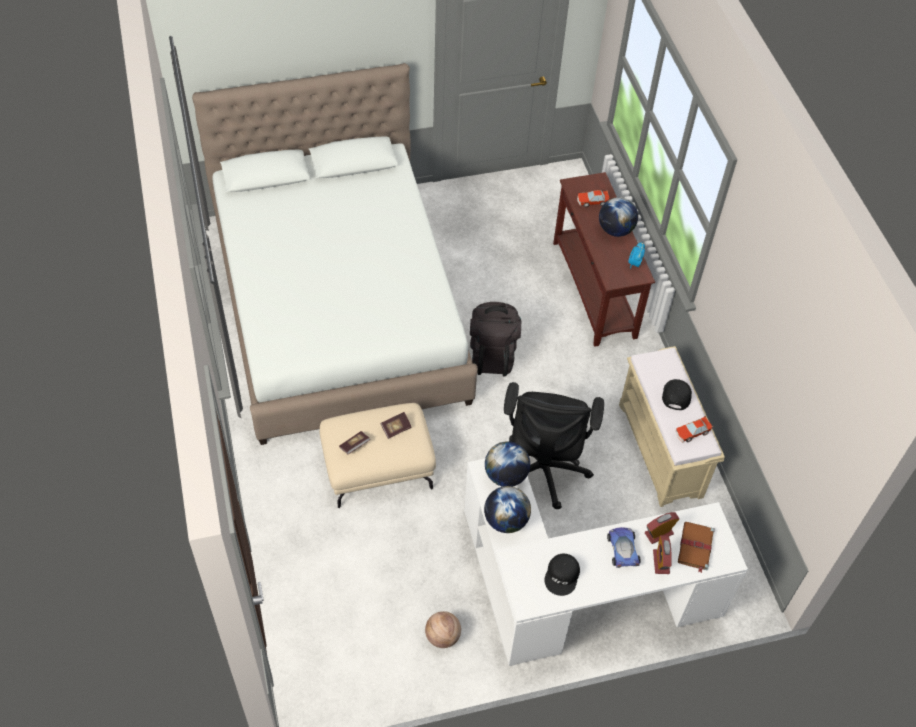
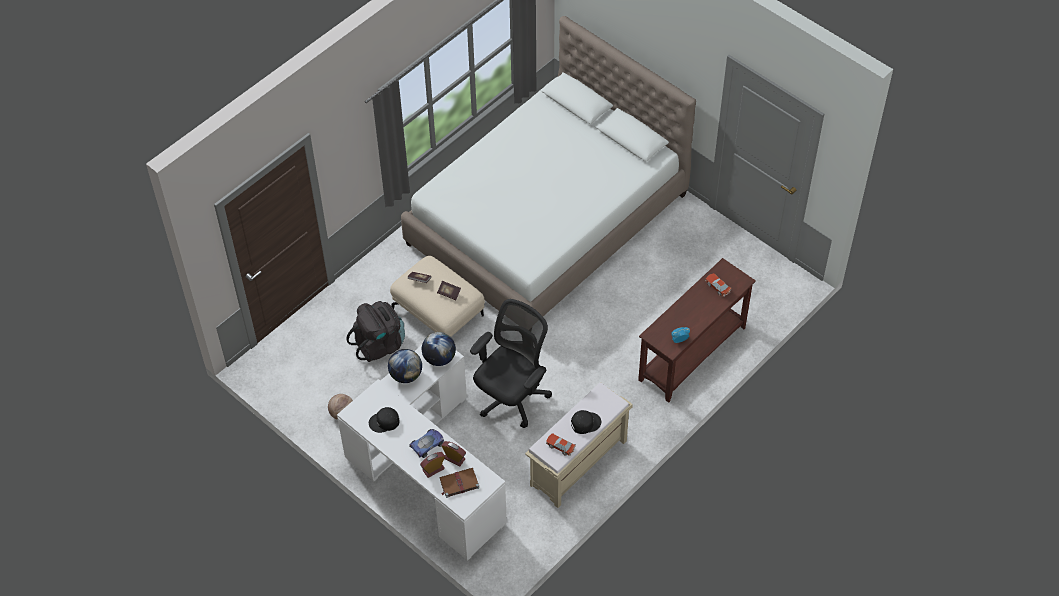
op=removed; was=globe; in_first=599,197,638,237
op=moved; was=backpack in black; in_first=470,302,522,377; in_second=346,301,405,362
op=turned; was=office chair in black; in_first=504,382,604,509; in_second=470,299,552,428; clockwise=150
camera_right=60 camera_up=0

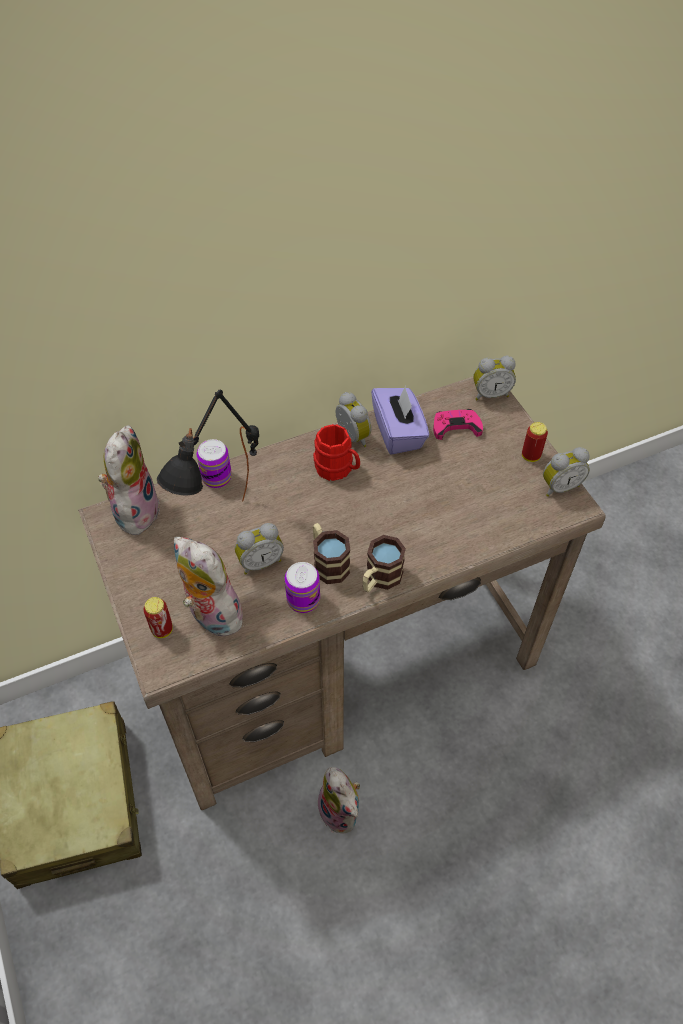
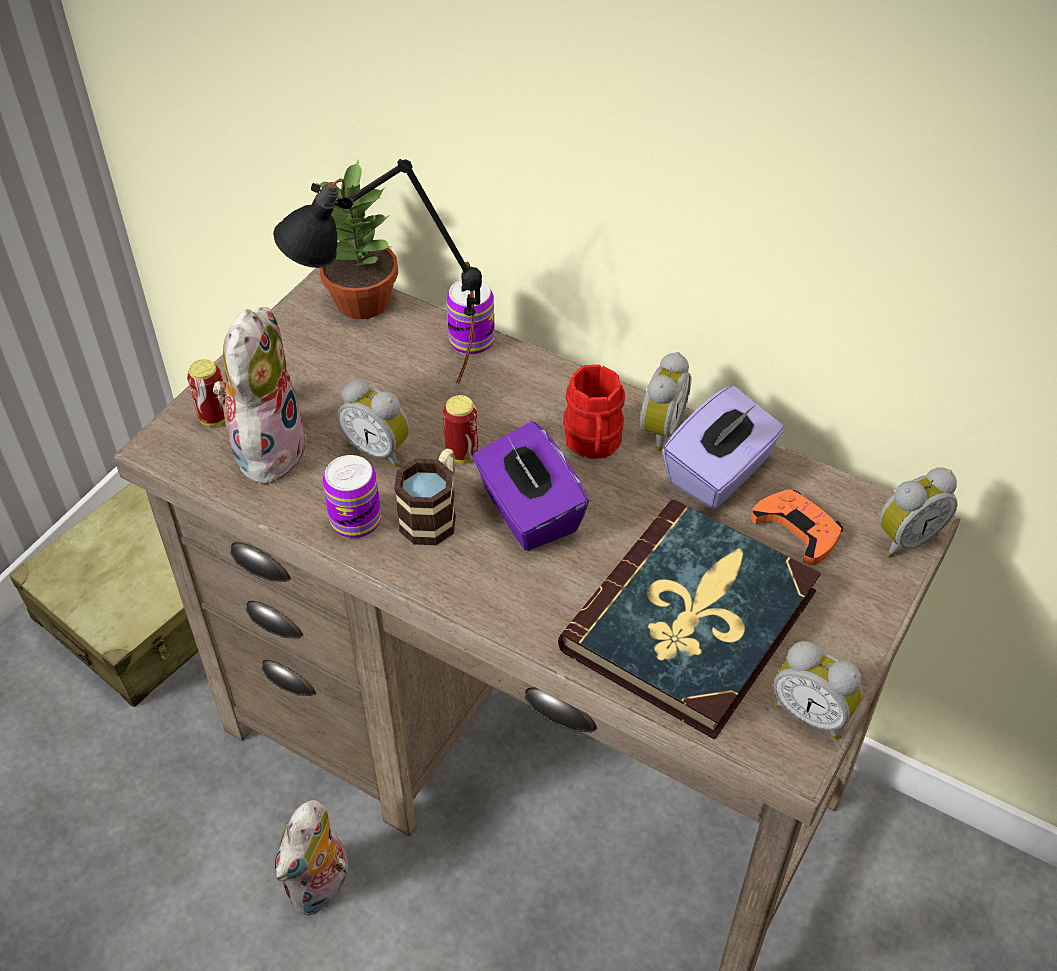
op=removed; was=mug; in_first=362,535,406,592
op=added; now=tissue box in purple; in_second=473,421,589,551
op=added; now=book; in_second=558,500,821,739
op=moved; was=can; in_first=522,422,548,462; in_second=443,395,478,463
op=replaced; was=plush toy; now=potted plant; in_first=98,425,160,536; in_second=316,159,398,319
op=recoloured; was=game controller in pink; now=game controller in orange; in_first=433,409,483,440; in_second=751,489,843,565
op=turned; was=alarm clock; in_first=473,356,516,400; in_second=879,467,957,557; clockwise=-75
camera_right=55 camera_up=-5

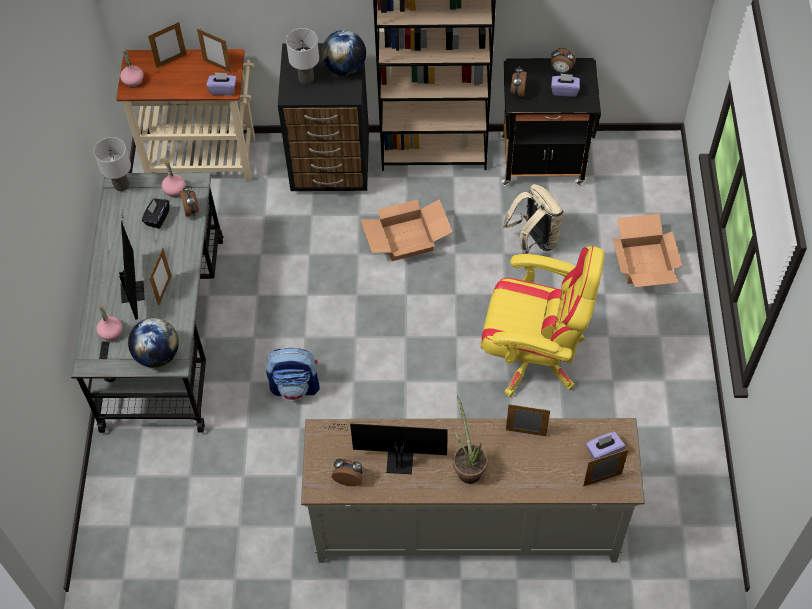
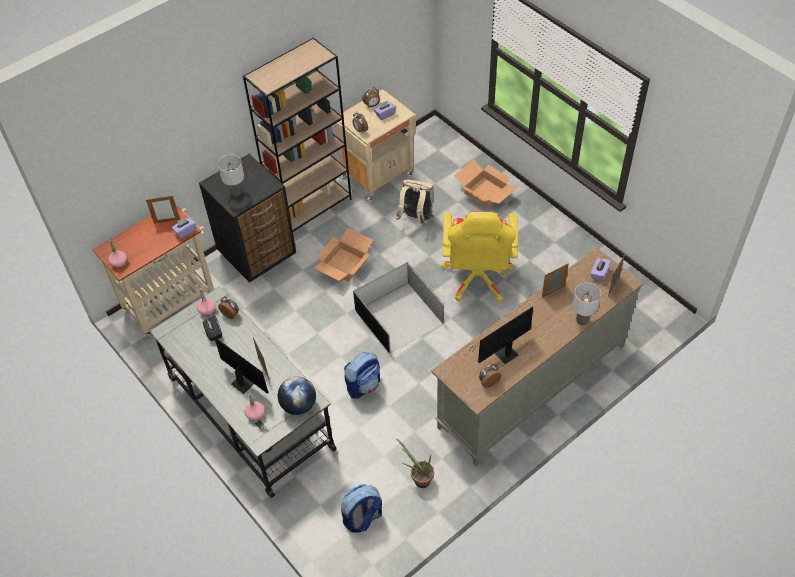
op=removed; was=picture frame; in_first=148,22,186,68
op=removed; was=globe; in_first=322,30,366,76
op=added; now=backpack; in_second=341,484,382,532
op=added; now=storage box in black; in_second=353,262,444,354
op=moved; was=table lamp in white; in_first=94,137,131,191; in_second=572,282,601,325
op=moved; was=potted plant; in_first=453,395,488,484; in_second=397,439,434,488
op=recoloured; was=cart in black; now=cart in beige; in_first=499,58,601,186; in_second=334,89,416,202
op=turned; was=office chair in yellow; in_first=480,246,604,397; in_second=441,211,518,302; clockwise=120
camera_right=-40 camera_up=-5

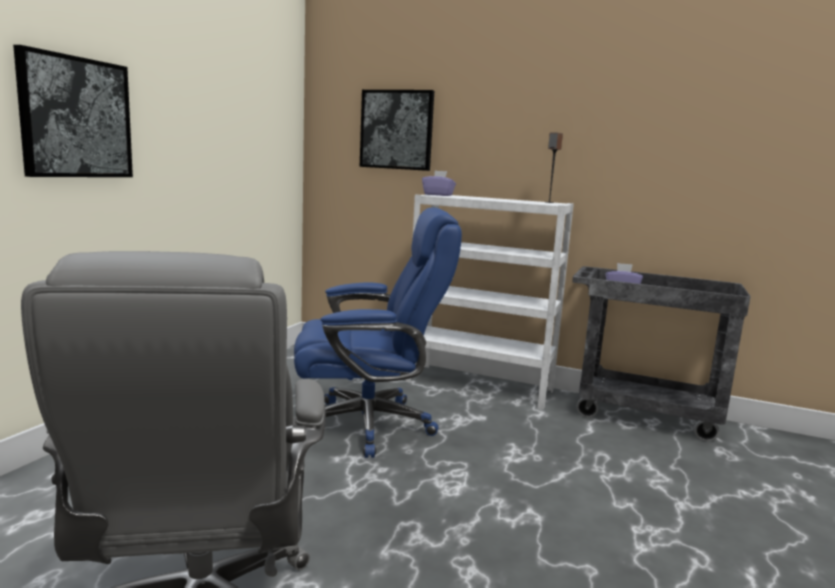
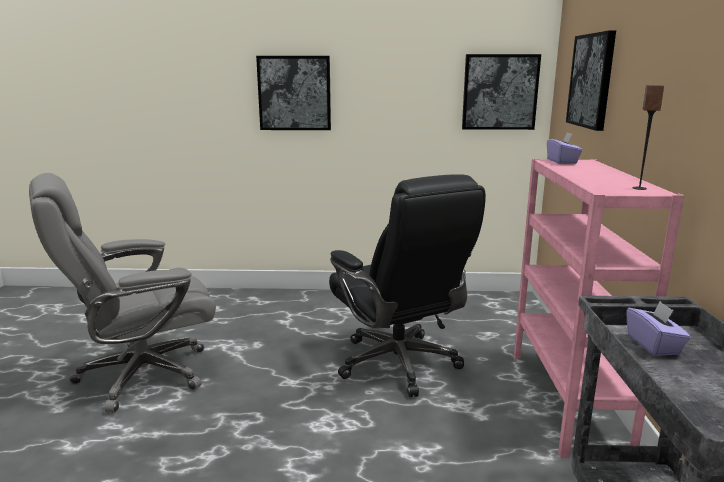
op=added; now=picture; in_second=462,54,541,130
op=recoloured; was=office chair in blue; now=office chair in black; in_first=294,207,462,458; in_second=329,174,486,397
op=recoloured; was=bookcase in white; now=bookcase in pink; in_first=405,194,574,409; in_second=514,159,684,458
camera_right=70 camera_up=5

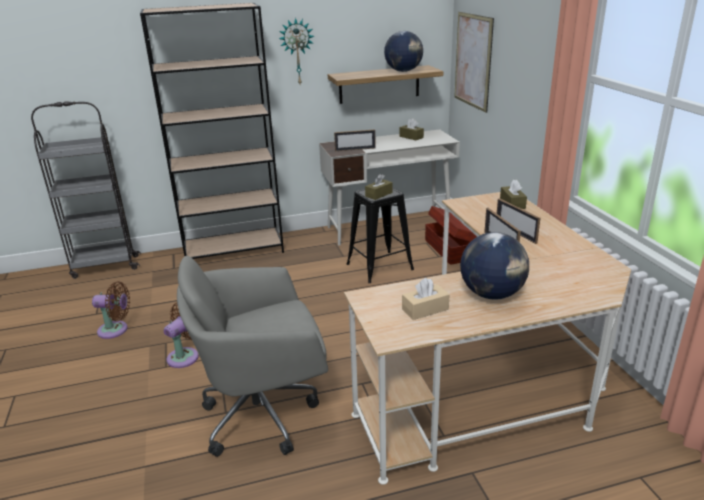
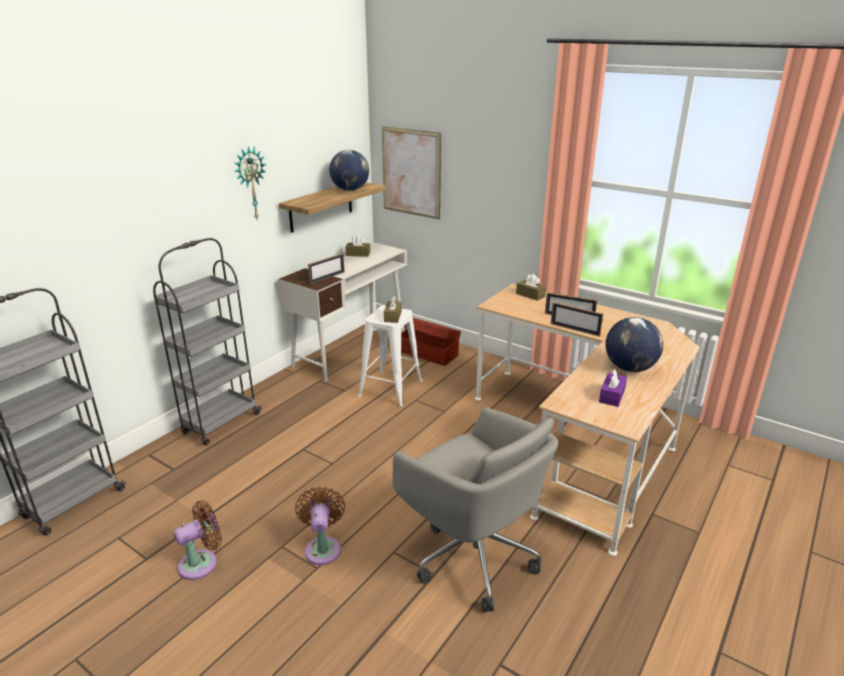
op=replaced; was=bookcase in beige; now=cart in grey; in_first=140,3,284,259; in_second=153,238,262,446
op=recoloured; was=stool in black; now=stool in white; in_first=347,188,414,283; in_second=358,306,423,407
op=recoloured; was=tissue box in beige; now=tissue box in purple; in_first=402,278,450,320; in_second=599,369,627,407
op=turned; was=office chair in grey; in_first=177,256,328,457; in_second=392,407,558,612; clockwise=-75
camera_right=-40 camera_up=0

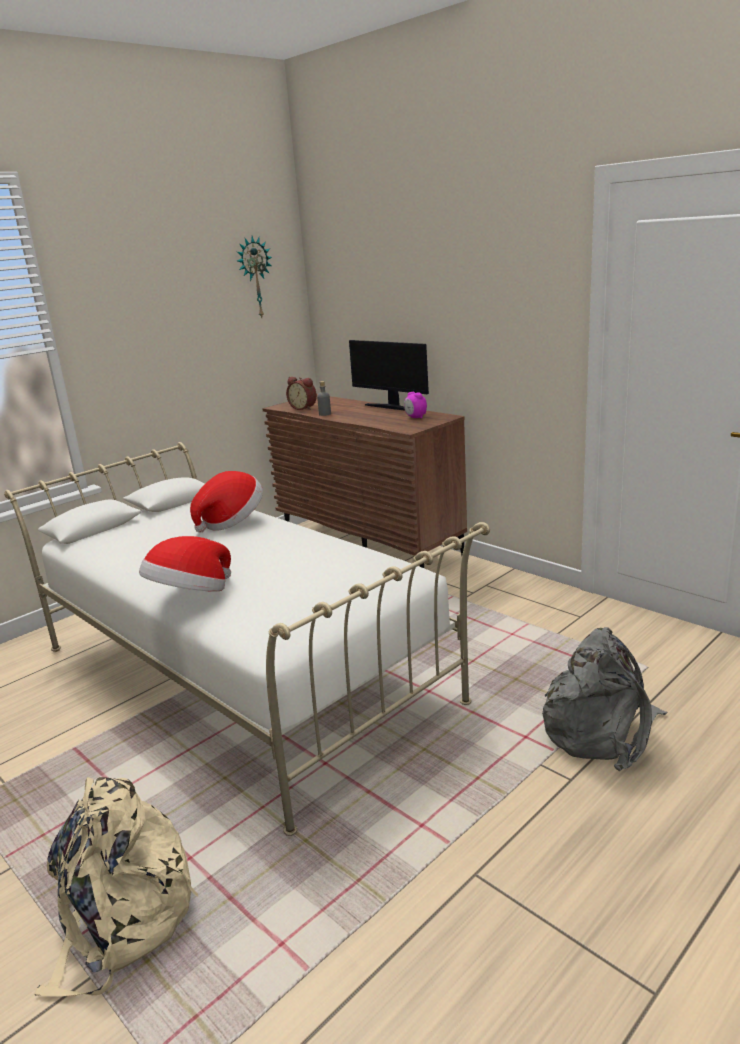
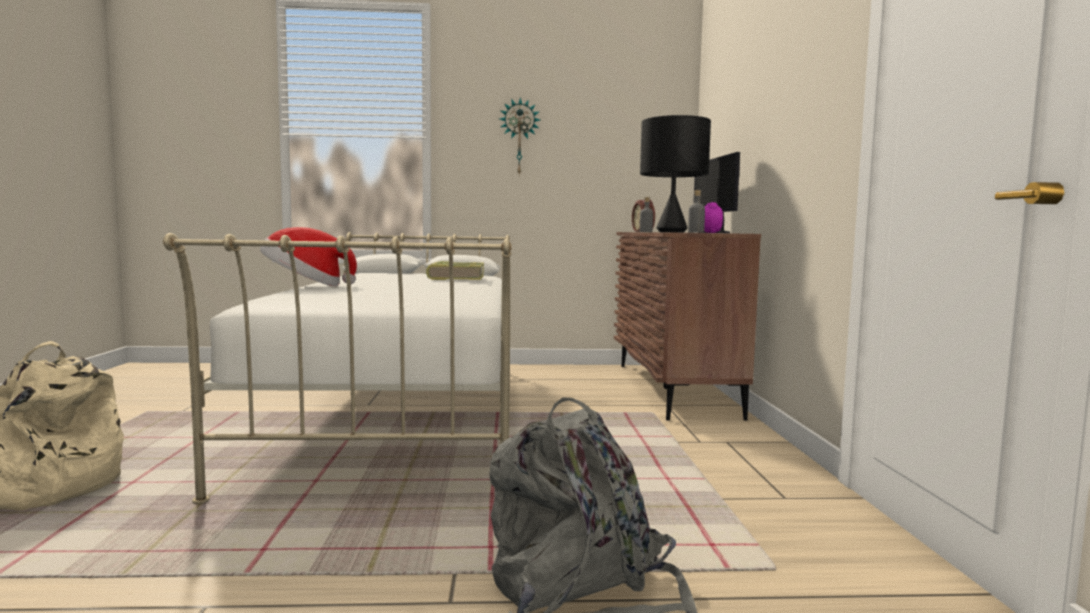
op=added; now=table lamp in black; in_second=640,115,711,233
op=added; now=bottle in grey; in_second=688,190,705,233
op=moved; was=wall clock; in_first=237,236,272,317; in_second=499,97,540,175
op=replaced; was=hat; now=book; in_first=190,471,263,533; in_second=426,261,484,280
camera_right=40 camera_up=-15

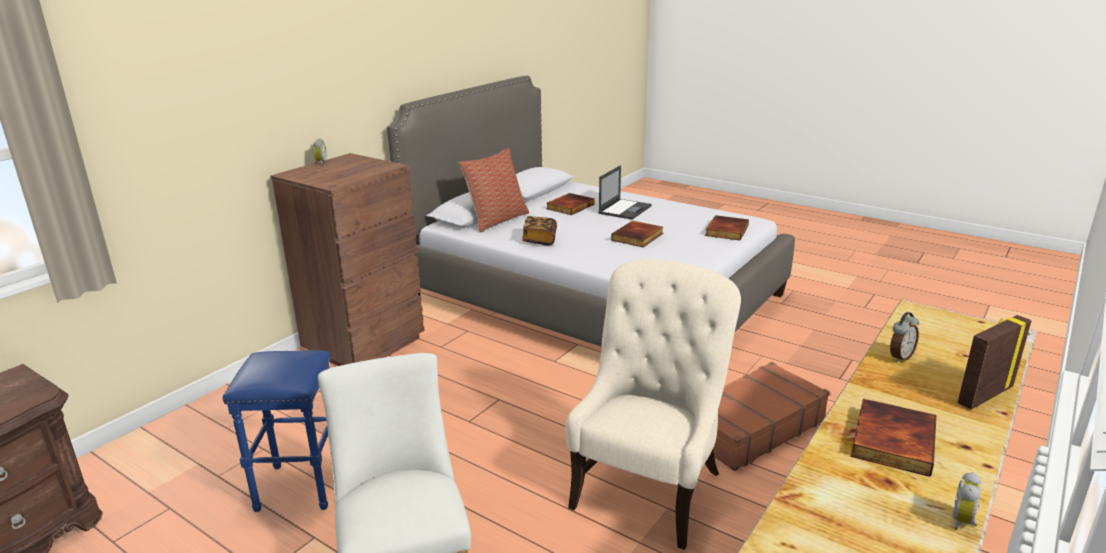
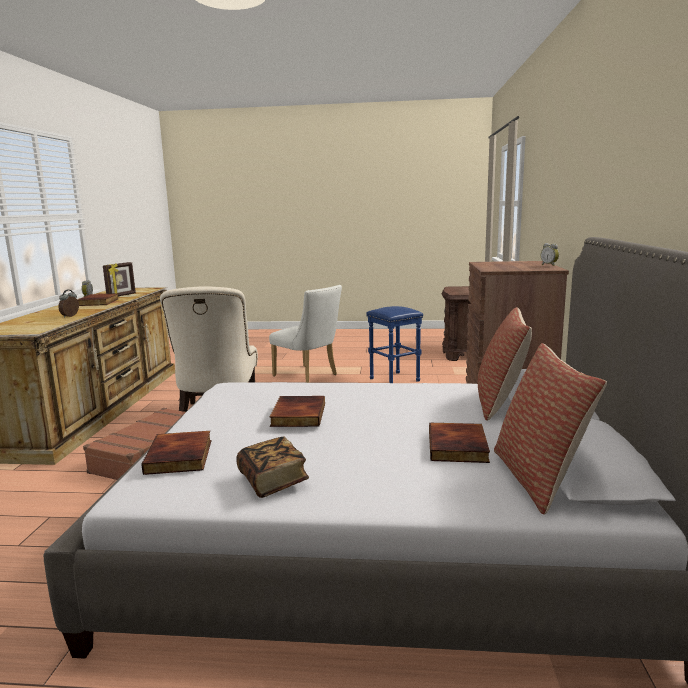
op=removed; was=laptop; in_first=598,165,652,220
op=added; now=pillow; in_second=494,343,607,515
op=moved; was=book; in_first=522,216,557,245; in_second=236,436,309,498
op=moved; was=picture frame; in_first=958,315,1032,410; in_second=103,262,136,296
camera_right=150 camera_up=-10

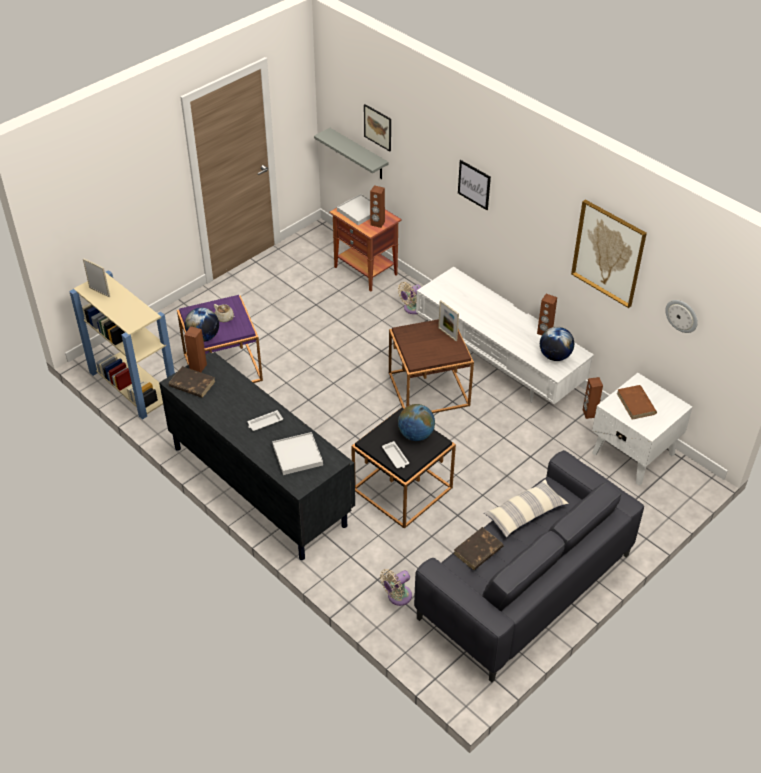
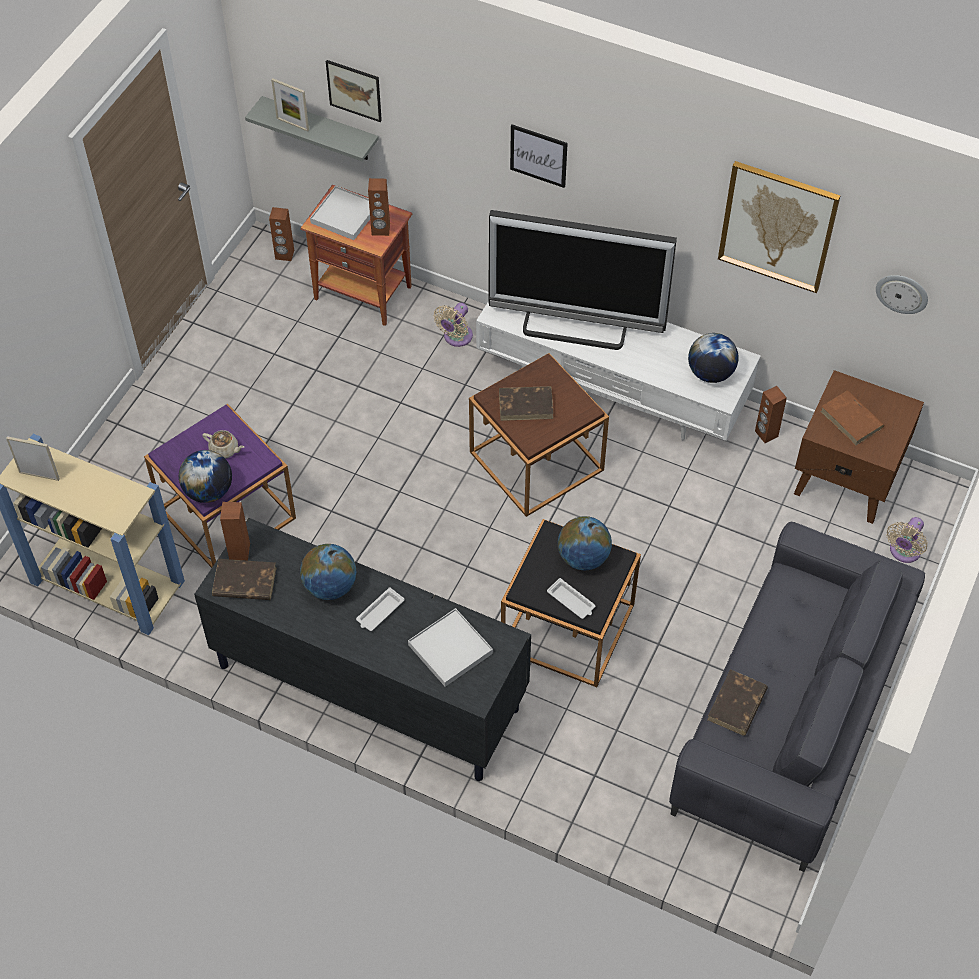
op=removed; was=pillow; in_first=484,479,569,538
op=added; now=globe; in_second=300,544,356,600
op=added; now=television; in_second=488,210,677,350
op=added; now=book in brown; in_second=499,386,554,421
op=moved; was=fan in beige; in_first=380,569,412,606; in_second=886,517,928,563
op=moved; was=picture frame; in_first=438,300,459,341; in_second=271,78,309,131
op=moved; was=speaker in brown; in_first=537,294,557,335; in_second=269,207,294,261
op=recoloured; was=nightstand in white; now=nightstand in brown; in_first=592,373,693,486; in_second=794,370,924,524
camera_right=-20 camera_up=10

